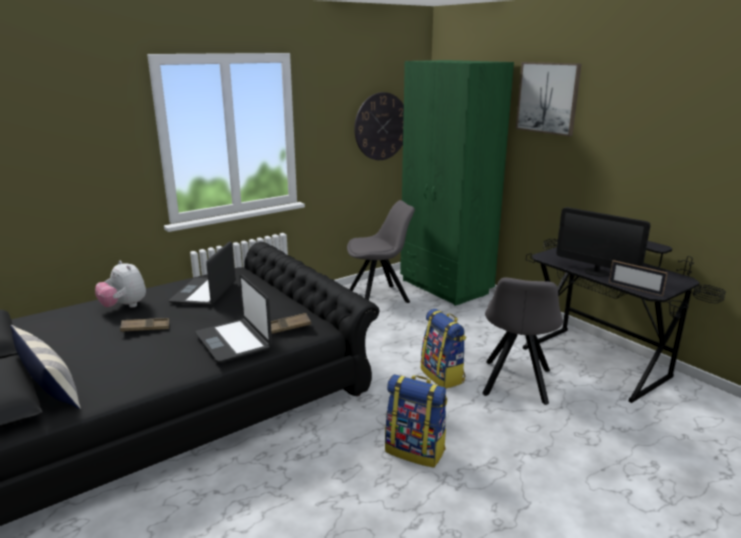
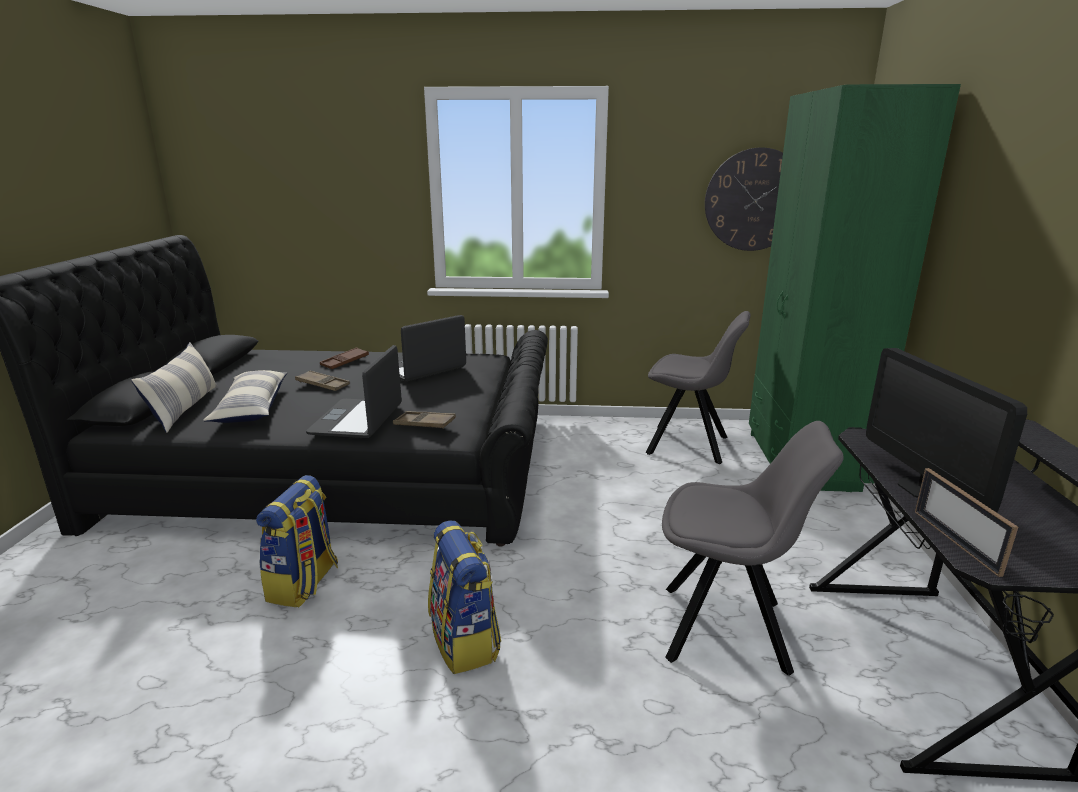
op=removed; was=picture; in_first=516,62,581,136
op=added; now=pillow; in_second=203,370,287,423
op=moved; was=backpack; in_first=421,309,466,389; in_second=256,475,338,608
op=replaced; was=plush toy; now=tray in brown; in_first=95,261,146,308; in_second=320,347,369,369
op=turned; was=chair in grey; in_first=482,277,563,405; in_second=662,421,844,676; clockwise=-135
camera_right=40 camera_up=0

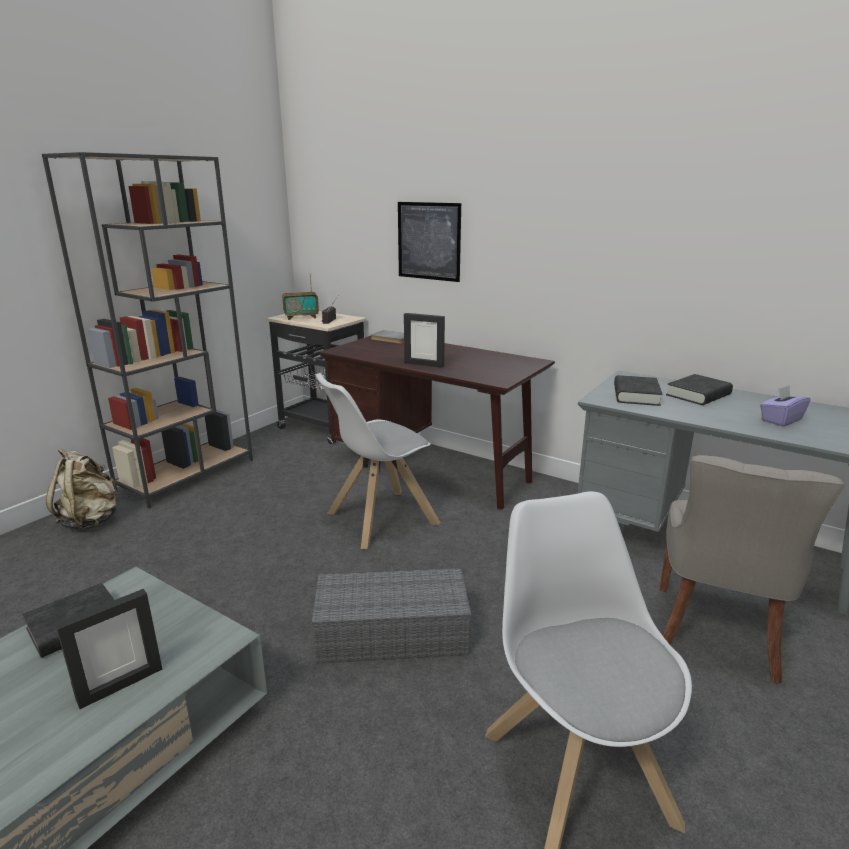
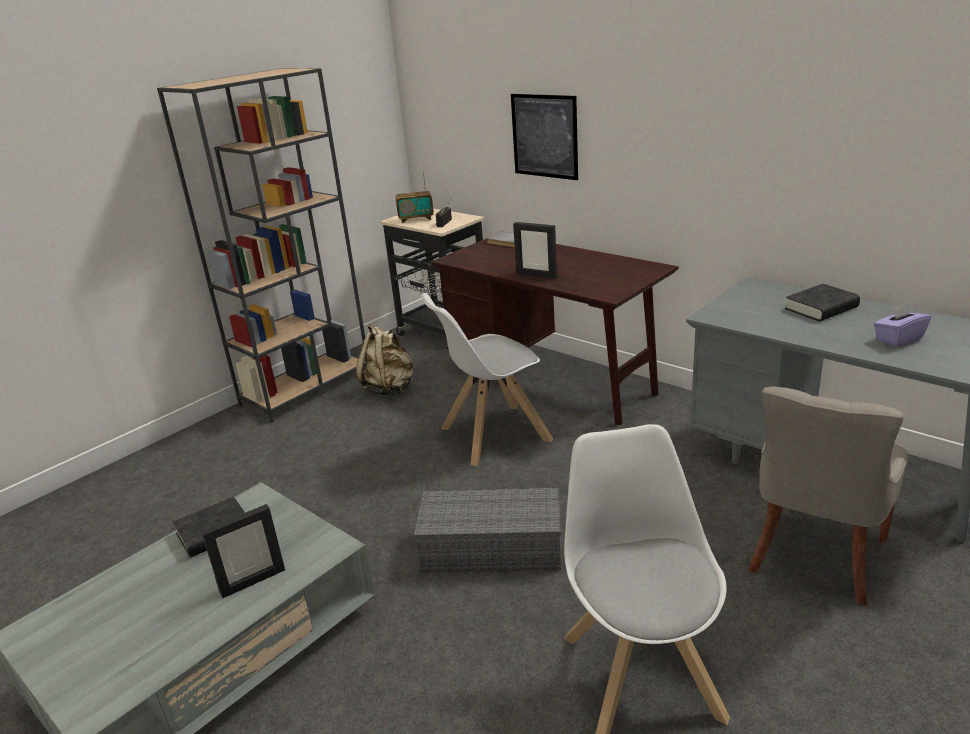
op=removed; was=book in black; in_first=614,375,662,406
op=moved; was=backpack in beige; in_first=46,448,118,530; in_second=356,325,413,395
camera_right=10 camera_up=5

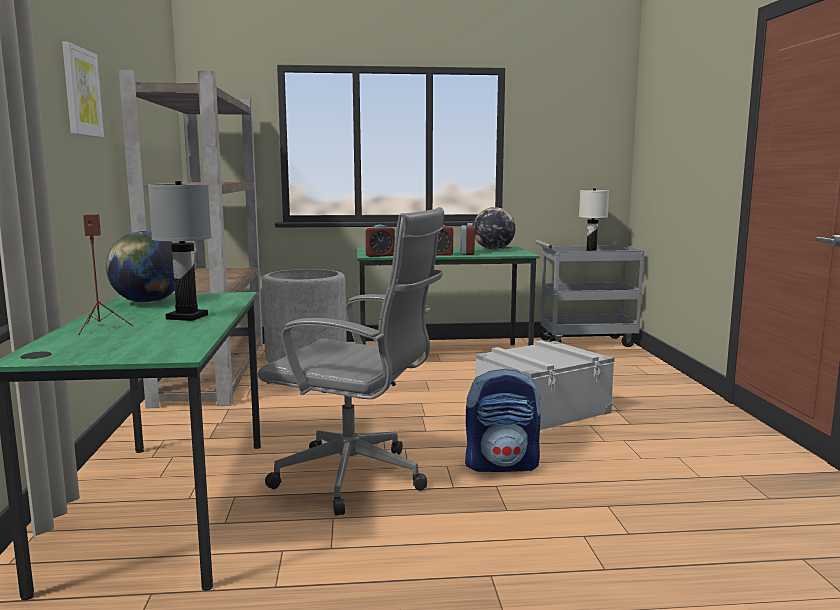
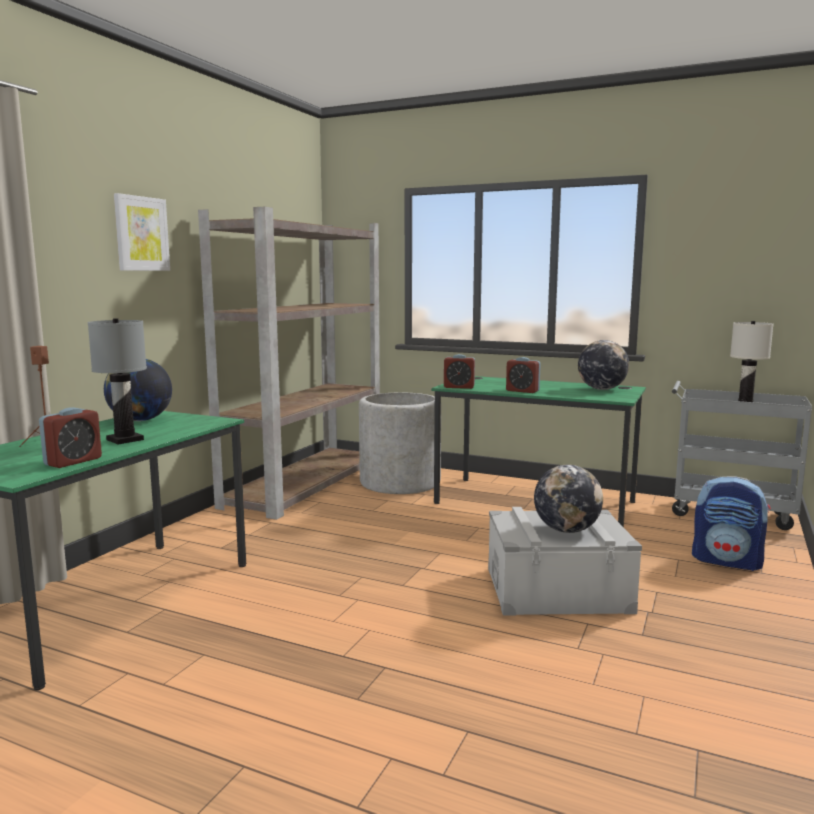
op=removed; was=office chair in grey; in_first=258,207,444,516
op=added; now=globe; in_second=534,465,603,533
op=moved; was=alarm clock; in_first=461,223,475,255; in_second=39,408,102,468
op=moved; was=backpack; in_first=465,368,541,472; in_second=692,476,771,571
camera_right=30 camera_up=0

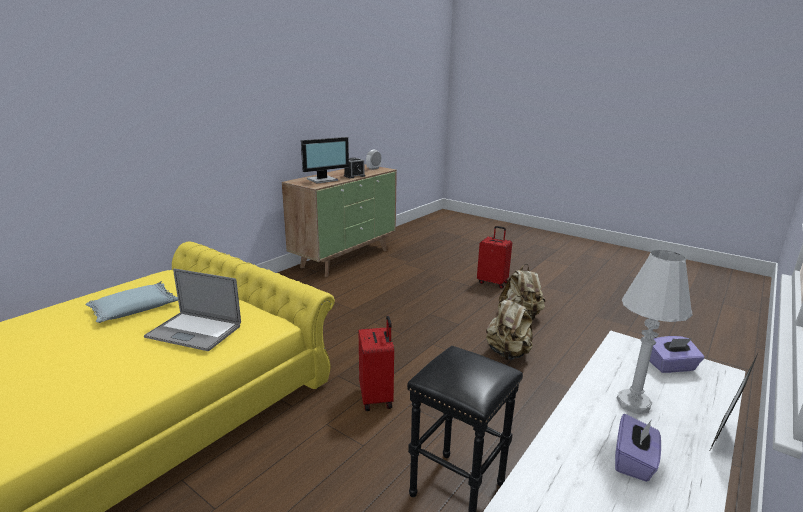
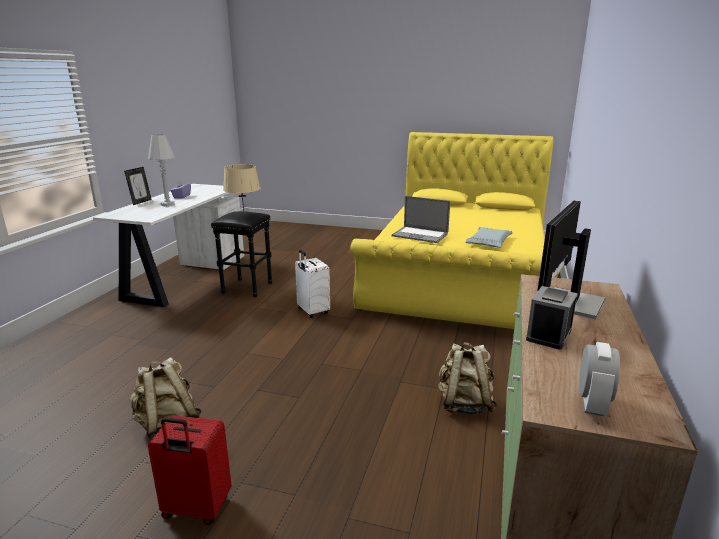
op=removed; was=tissue box in purple; in_first=649,336,704,373
op=added; now=table lamp in beige; in_second=223,164,260,212
op=moved; was=backpack in beige; in_first=486,296,533,360; in_second=438,342,497,415
op=recoloured; was=suitcase in red; now=suitcase in white; in_first=359,316,394,411; in_second=295,249,330,318
op=turned; was=laptop; in_first=144,268,241,351; in_second=392,196,450,243; clockwise=-150
camera_right=160 camera_up=0

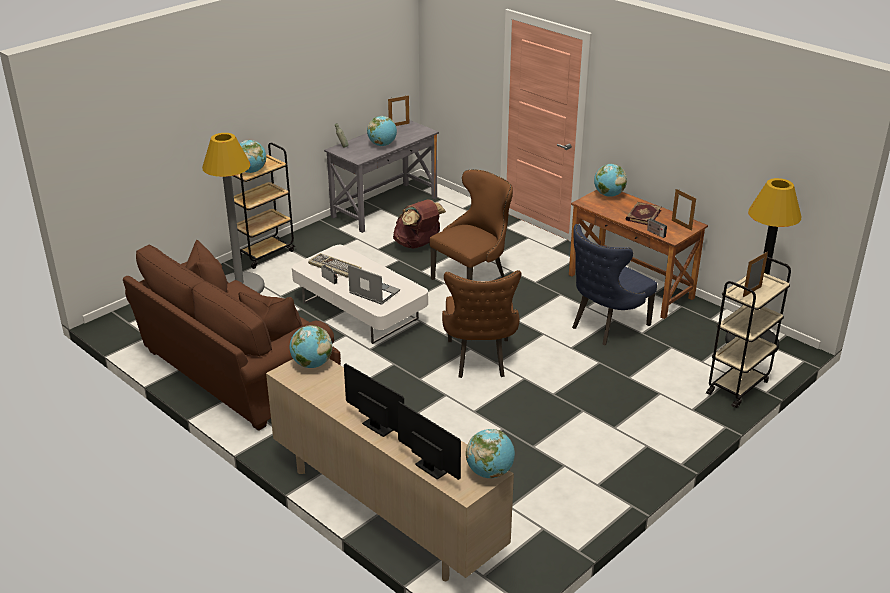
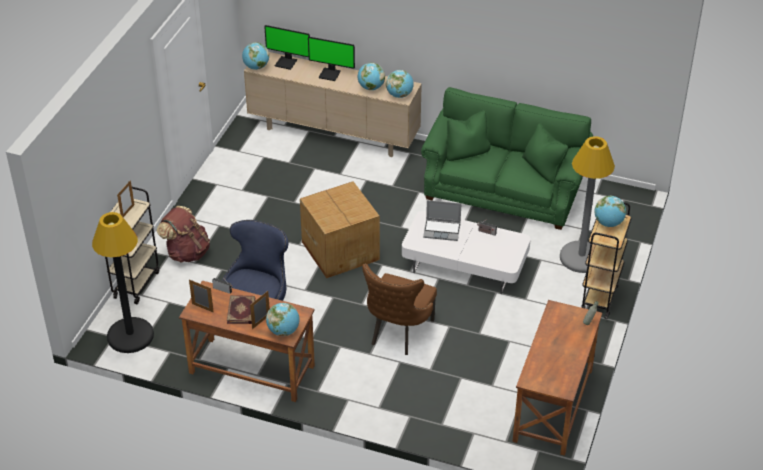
op=removed; was=keyboard; in_first=308,253,362,278
op=moved; was=globe; in_first=367,116,397,146; in_second=358,63,385,90
op=moved; was=picture frame; in_first=388,96,409,126; in_second=250,291,270,329
op=moved; was=backpack in brown; in_first=393,199,446,249; in_second=157,206,210,263
op=replaced; was=chair in brown; now=cardboard box; in_first=442,270,521,378; in_second=300,181,380,278
op=recoloured; was=sofa in brown; now=sofa in green; in_first=123,240,341,431; in_second=421,87,593,230
op=recoloured; was=desk in grey; now=desk in brown; in_first=324,120,439,233; in_second=512,300,602,456
camera_right=155 camera_up=10

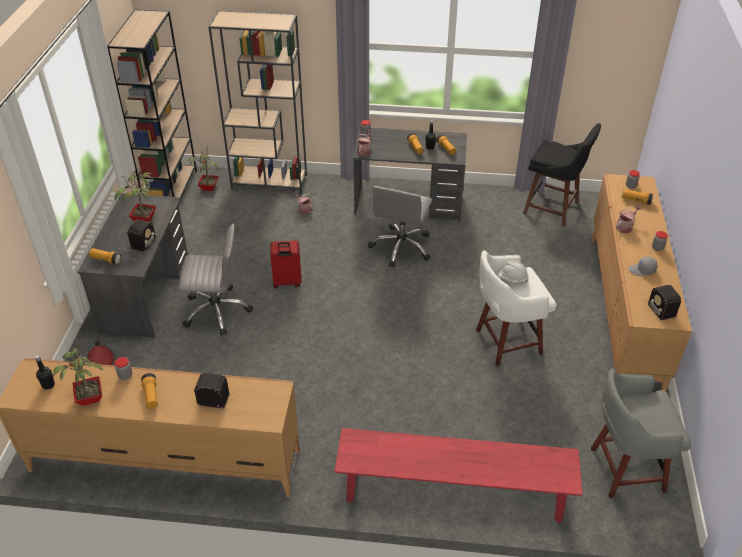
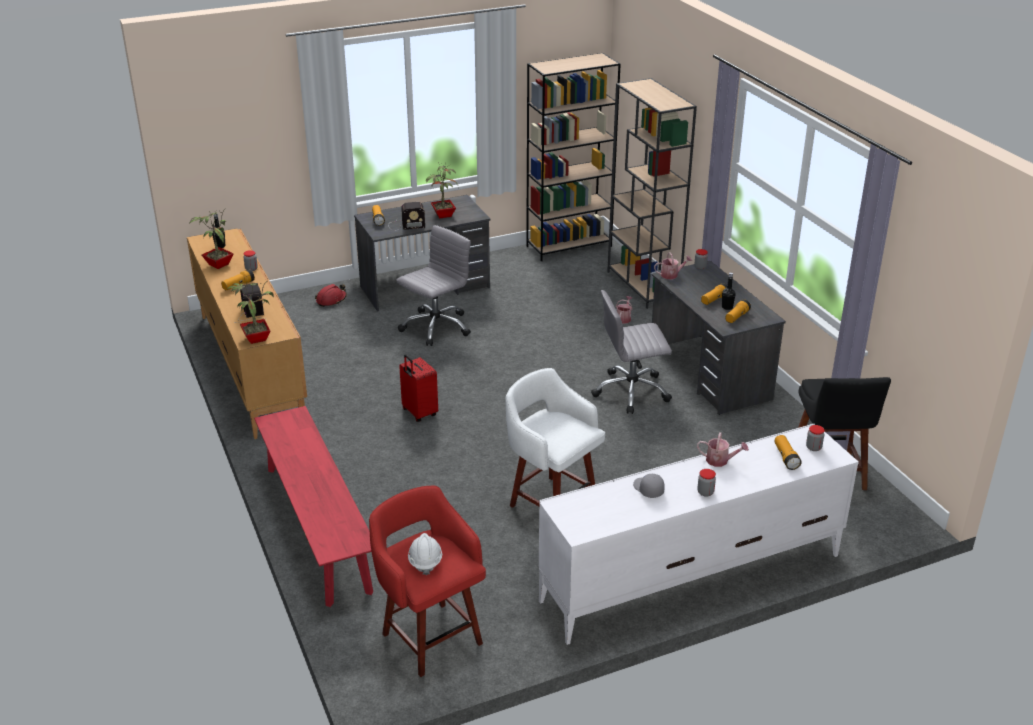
op=removed; was=radio; in_first=641,285,681,321
op=moved; was=potted plant; in_first=187,149,219,191; in_second=227,281,274,344
op=moved; was=suitcase in red; in_first=270,240,301,288; in_second=399,354,438,422
op=moved; was=hard hat in white; in_first=497,261,529,283; in_second=408,533,442,575
op=recoloured; was=stool in grey; now=stool in red; in_first=591,368,691,498; in_second=369,486,486,677
op=recoloured; was=cabinet in brown; now=cabinet in white; in_first=592,174,692,391; in_second=539,424,859,645
op=turned; was=office chair in grey; in_first=179,224,253,335; in_second=396,225,471,346; clockwise=-105
camera_right=60 camera_up=-10

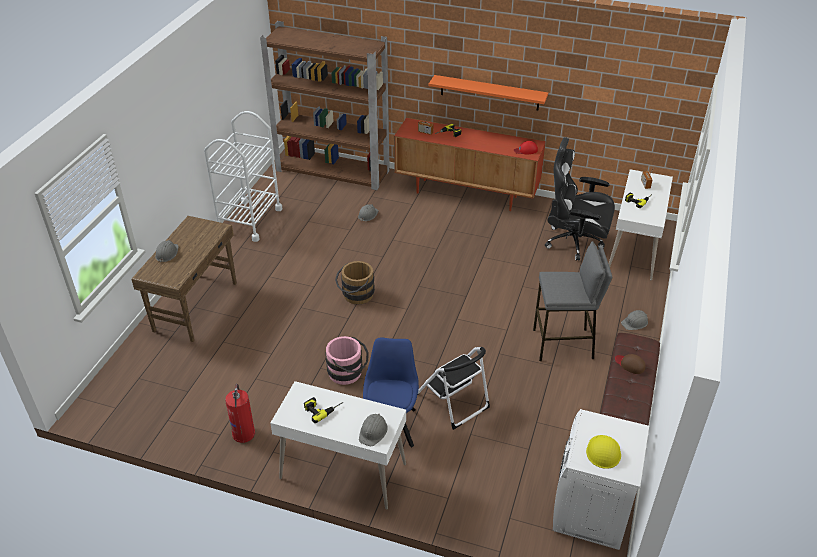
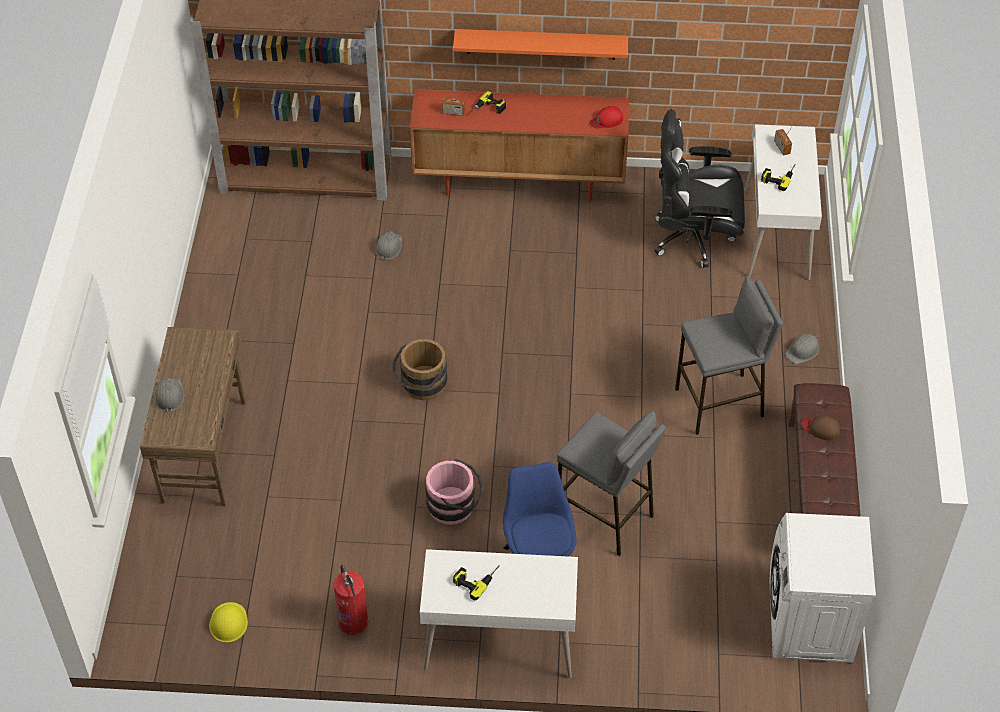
op=removed; was=cart in white; in_first=204,111,282,242
op=removed; was=hard hat in grey; in_first=359,414,388,446
op=moved; was=hard hat in yellow; in_first=586,435,621,469; in_second=209,602,248,643
op=replaced; was=step ladder; now=stool in grey; in_first=418,347,490,430; in_second=557,411,666,556
camera_right=-15 camera_up=10

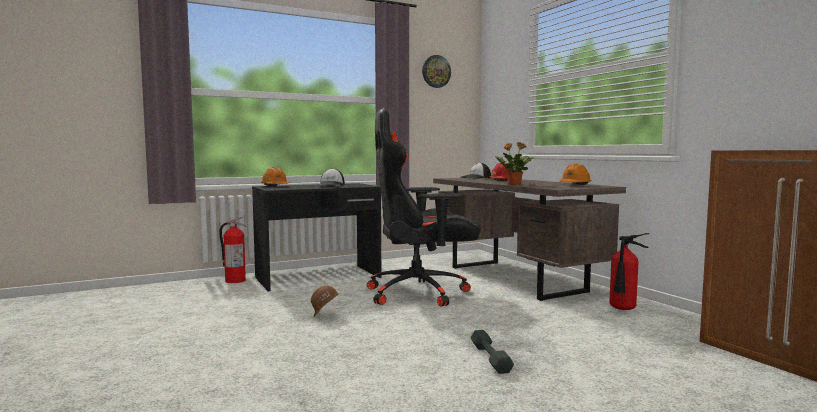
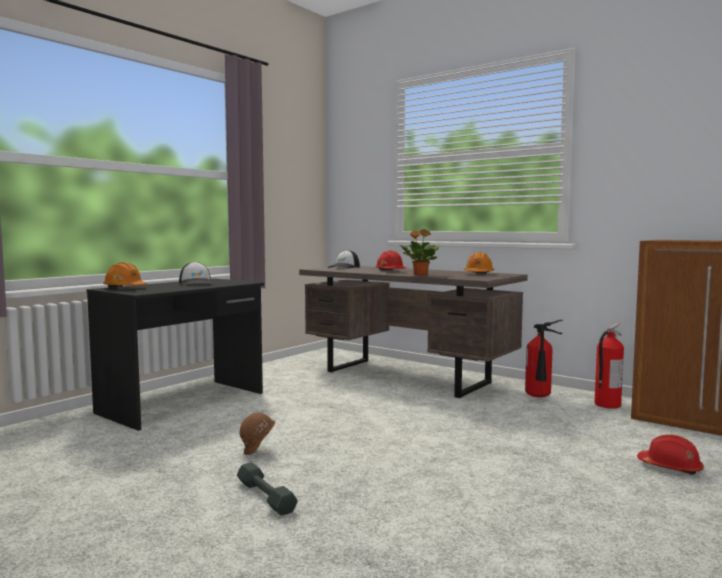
op=removed; was=office chair in black; in_first=367,108,481,306
op=removed; was=wall clock; in_first=422,55,451,88
op=added; now=hard hat in red; in_second=637,434,704,475
op=moved; was=fire extinguisher; in_first=219,217,246,283; in_second=594,322,624,409
op=moved; was=dumbbell in grey; in_first=471,330,514,374; in_second=237,462,298,516
camera_right=-25 camera_up=0

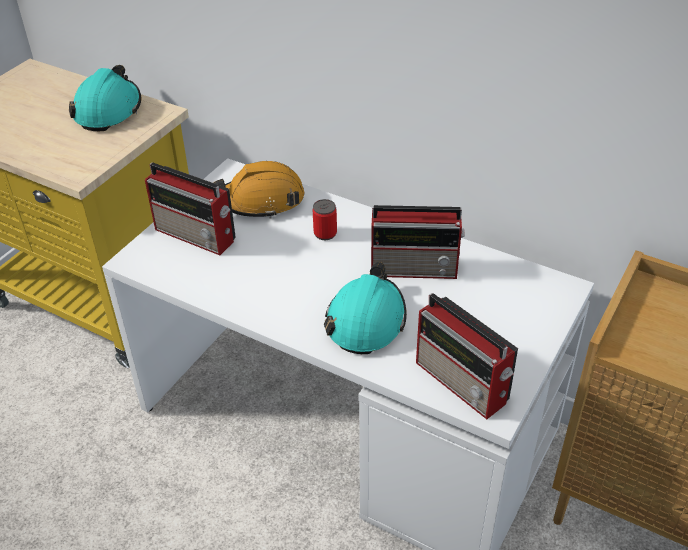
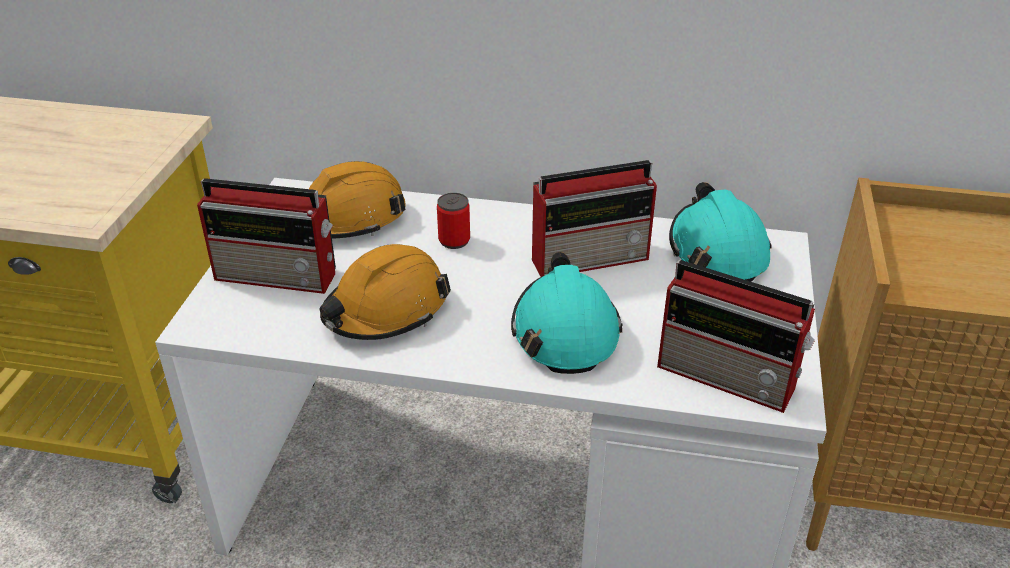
op=added; now=hard hat in orange; in_second=320,244,451,340
op=moved; was=hard hat in turquoise; in_first=69,65,141,131; in_second=669,182,772,282
camera_right=-20 camera_up=-5

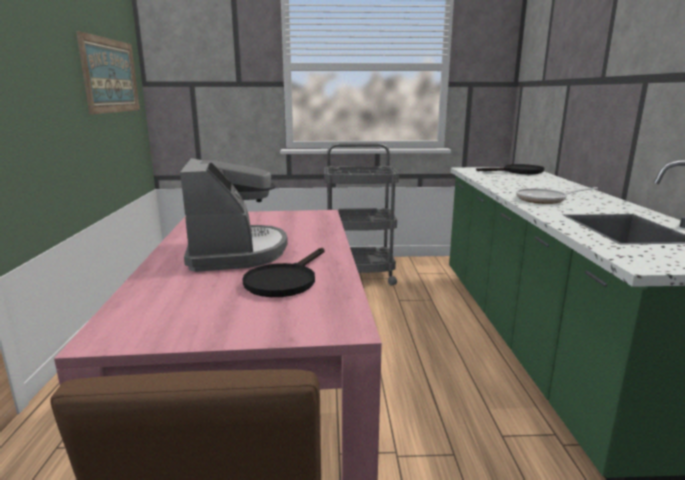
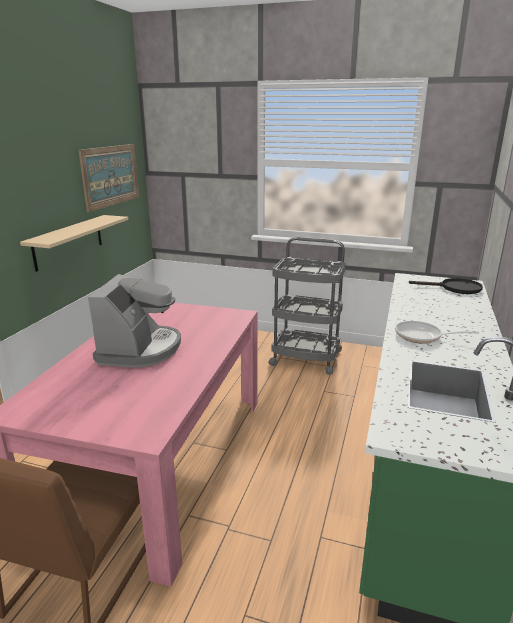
op=removed; was=frying pan in black; in_first=242,248,324,297
op=added; now=shelf in beige; in_second=20,215,128,272
camera_right=20 camera_up=5

